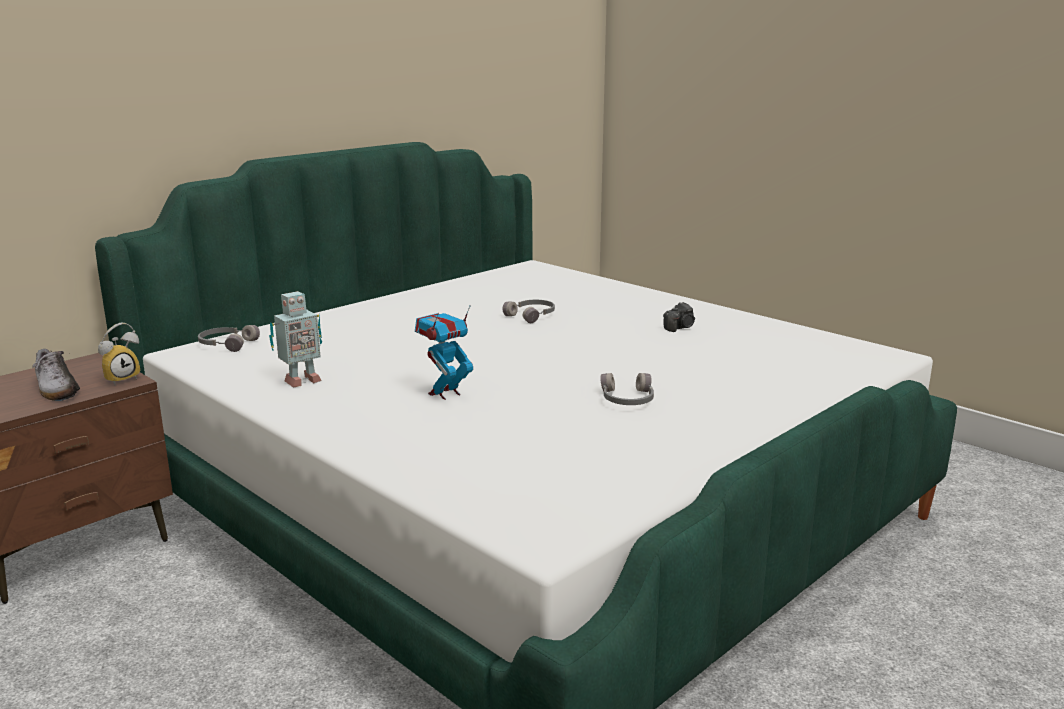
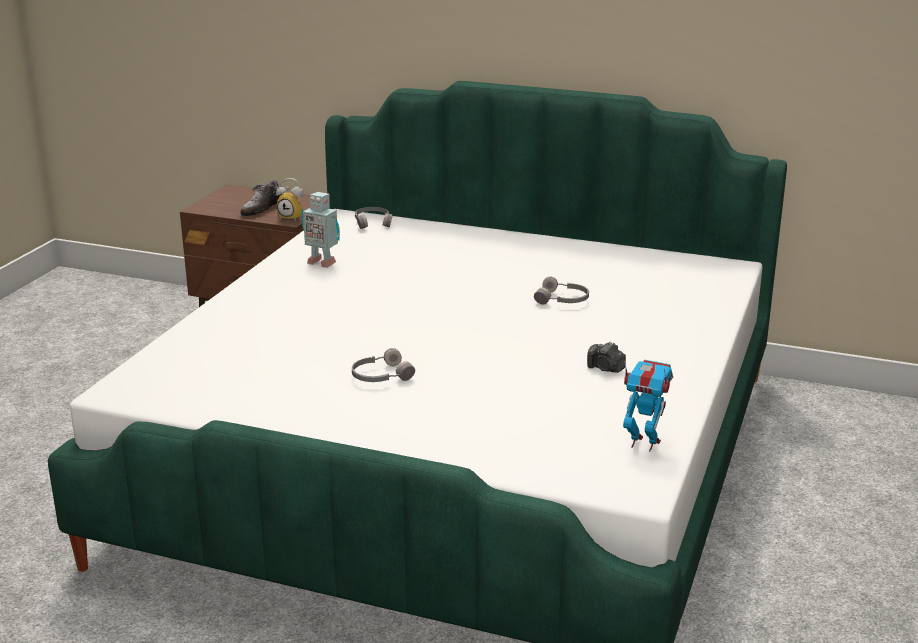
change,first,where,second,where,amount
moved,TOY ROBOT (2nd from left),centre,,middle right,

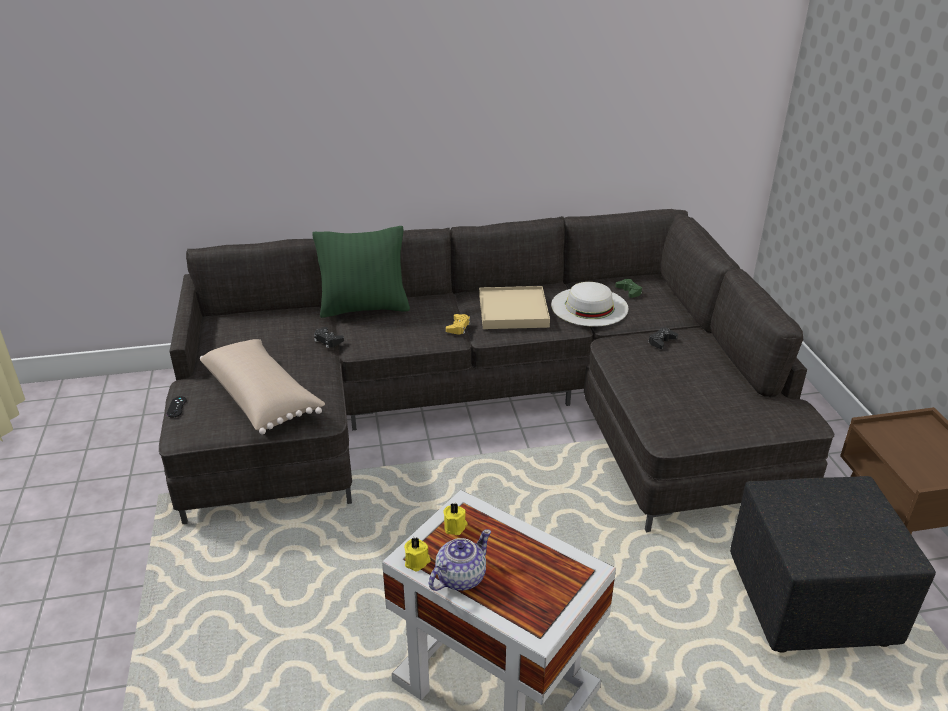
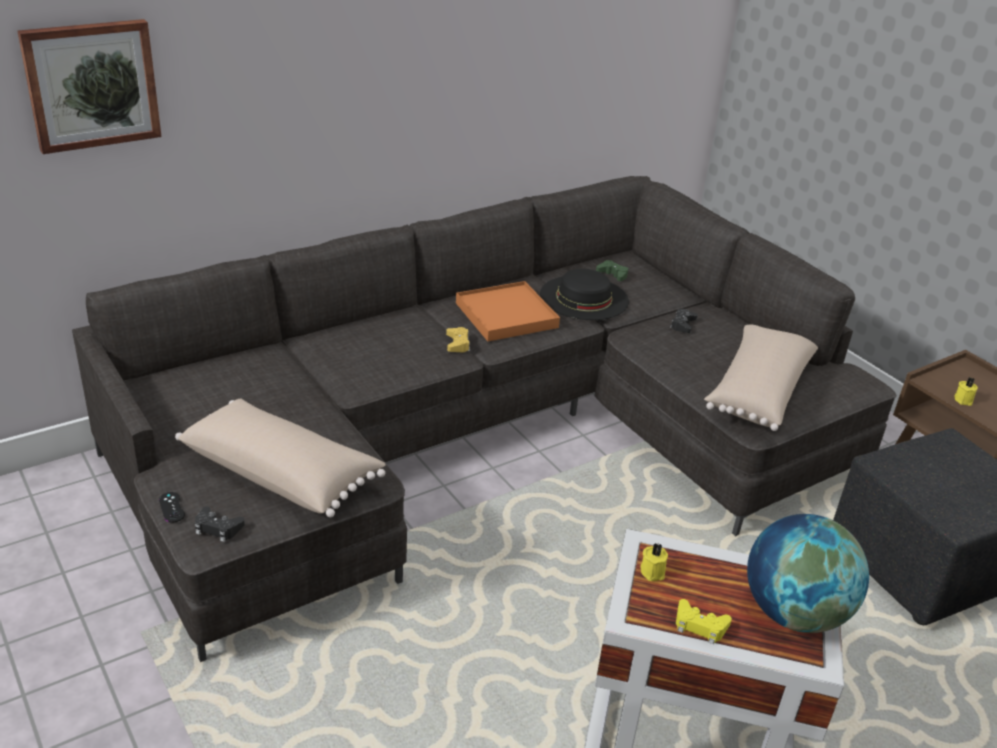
change,first,where,second,where,amount
removed,GREEN PILLOW,centre,,,
recoloured,WHITE HAT,centre,BLACK HAT,centre,
recoloured,BEIGE TRAY,centre,ORANGE TRAY,centre,
moved,BLACK GAME CONTROLLER (2nd from left),centre,,bottom left,
replaced,TEAPOT,bottom centre,YELLOW GAME CONTROLLER (2nd from left),bottom right,
moved,YELLOW CANDLE (1st from left in the first image),bottom centre,YELLOW CANDLE (2nd from left),middle right,
added,,,PICTURE,top left,
added,,,BEIGE PILLOW (2nd from left),middle right,
added,,,GLOBE,bottom right,

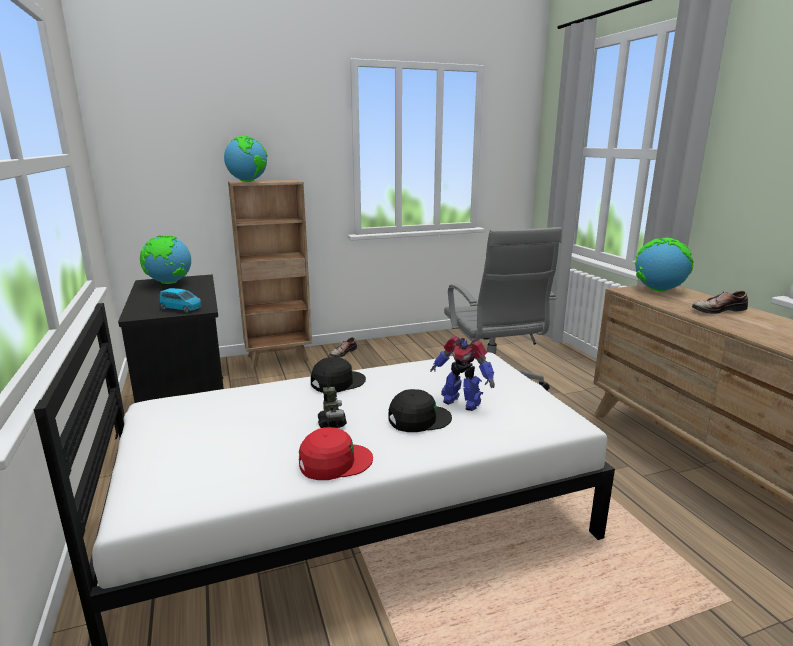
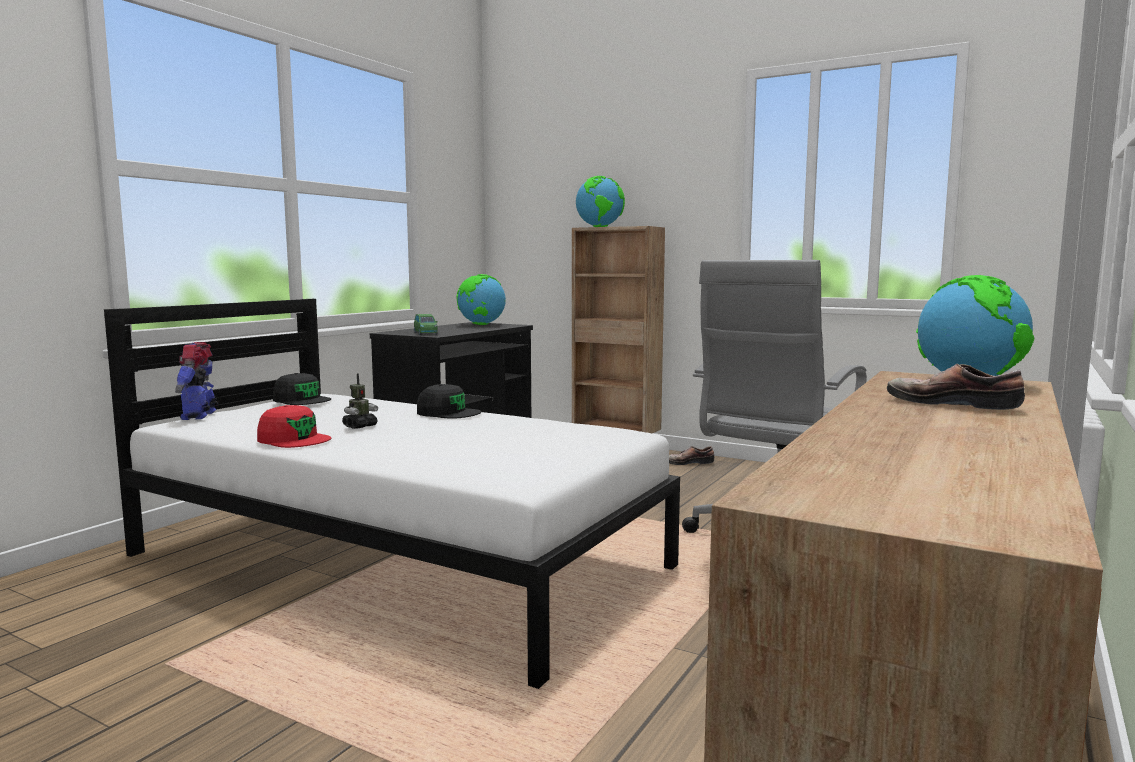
change,first,where,second,where,amount
recoloured,BLUE TOY CAR,middle left,GREEN TOY CAR,centre,
moved,TOY ROBOT (2nd from left in the first image),centre,TOY ROBOT (1st from left),middle left,
moved,BLACK CAP (2nd from left in the first image),centre,BLACK CAP (1st from left),middle left,

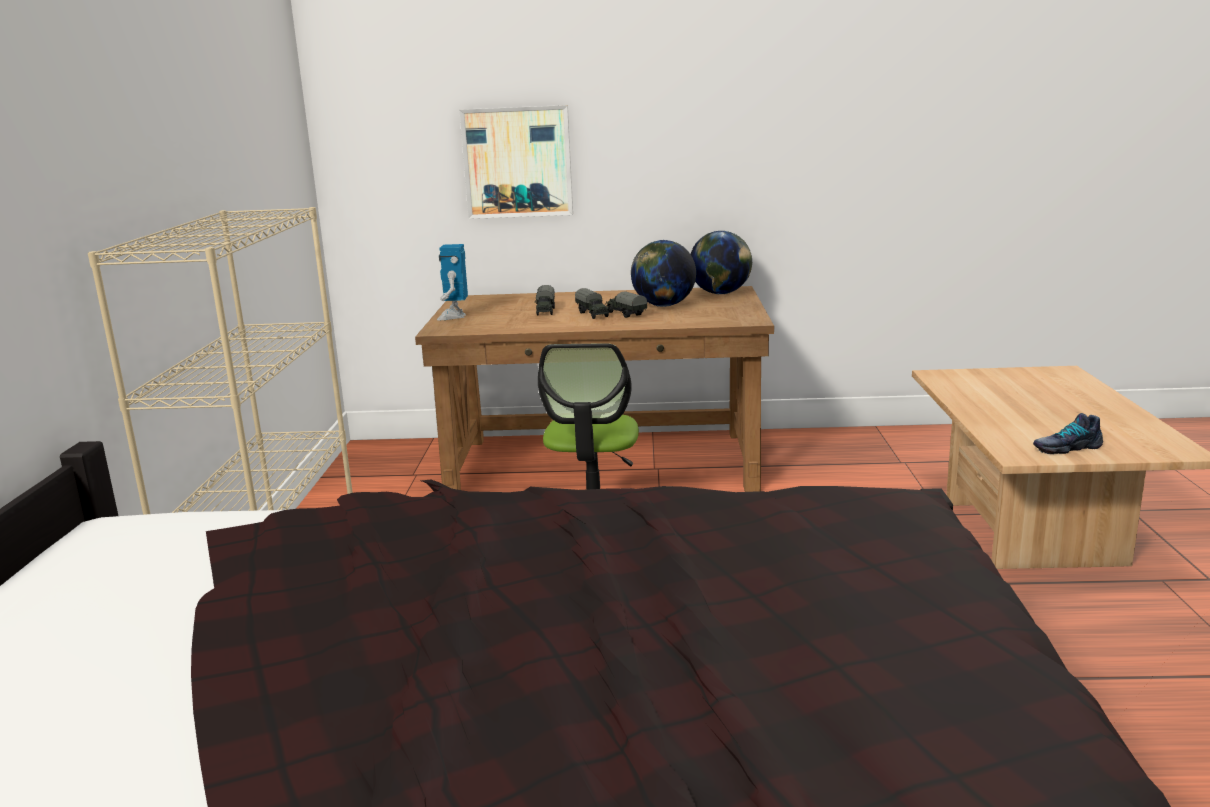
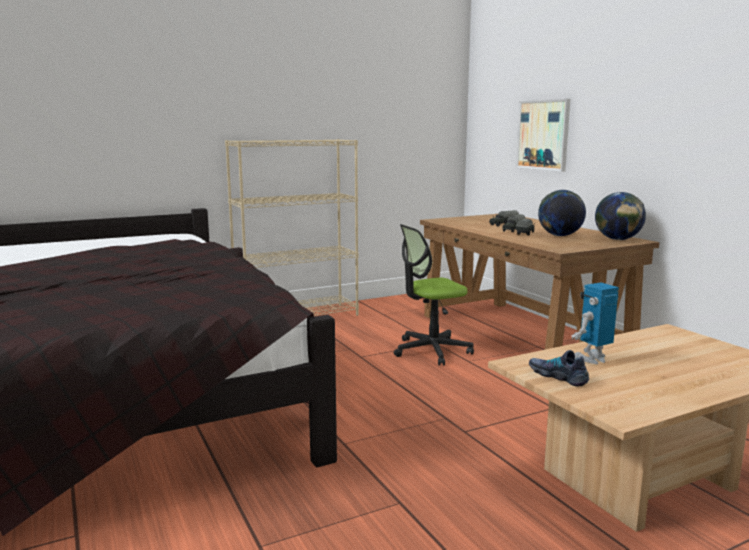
change,first,where,second,where,amount
moved,TOY ROBOT,centre,,middle right,

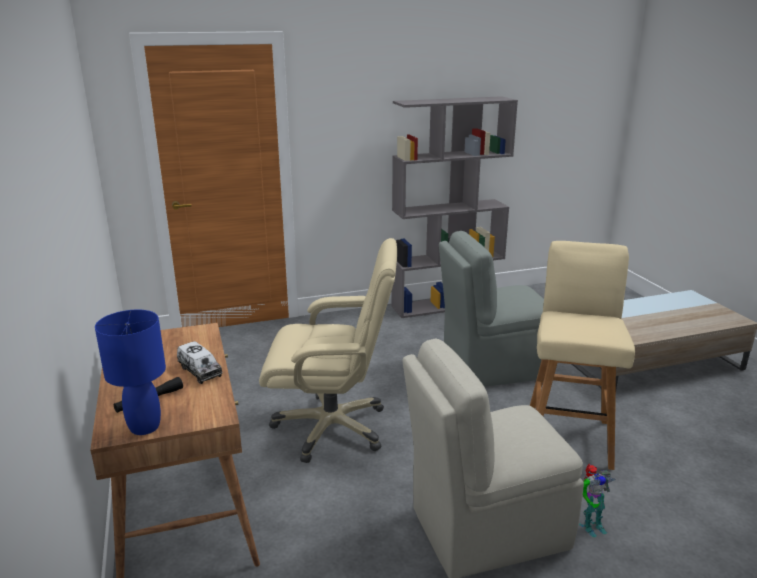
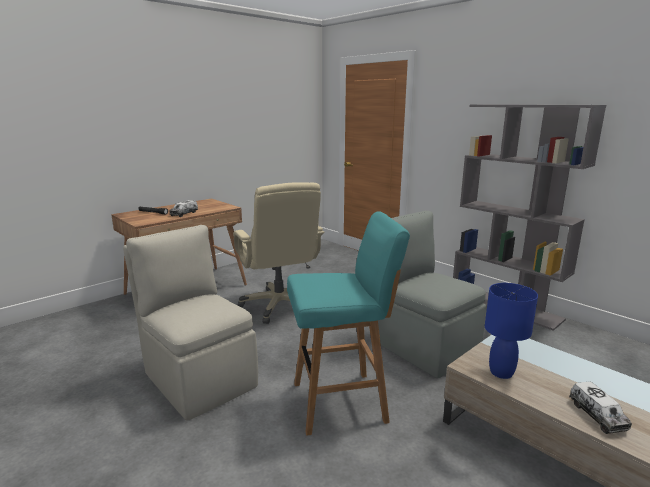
change,first,where,second,where,amount
recoloured,BEIGE STOOL,middle right,TURQUOISE STOOL,centre,
moved,BLUE TABLE LAMP,middle left,,bottom right,
removed,TOY ROBOT,bottom right,,,
added,,,TOY TRUCK (2nd from left),bottom right,

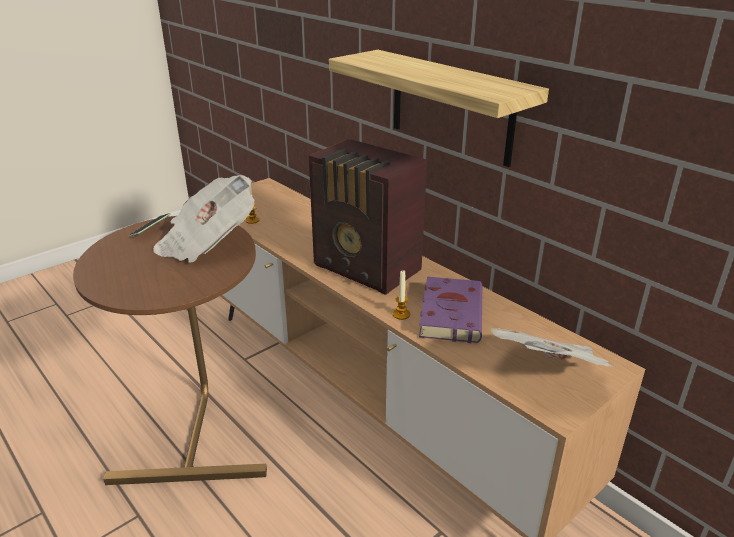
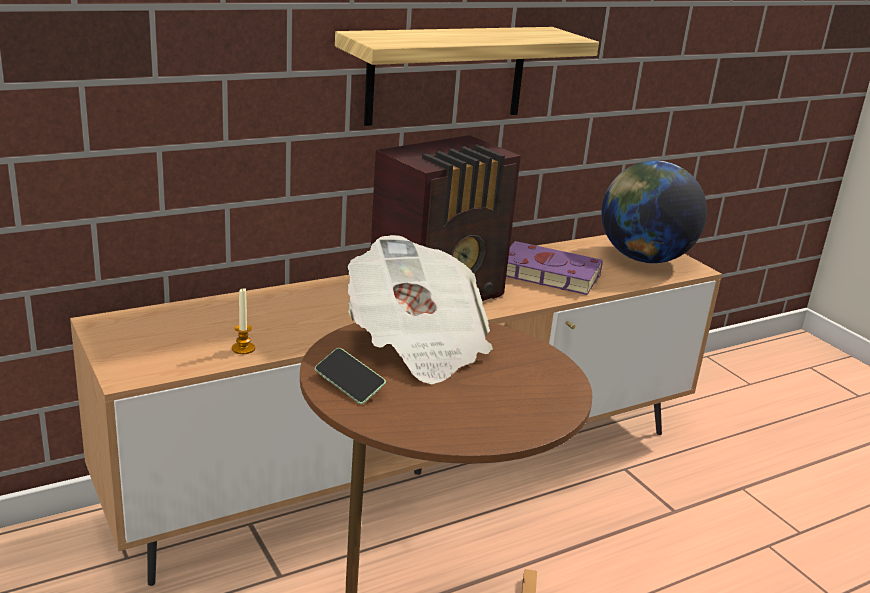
change,first,where,second,where,amount
removed,CANDLE (2nd from left),centre,,,
replaced,NEWSPAPER (2nd from left),middle right,GLOBE,middle right,

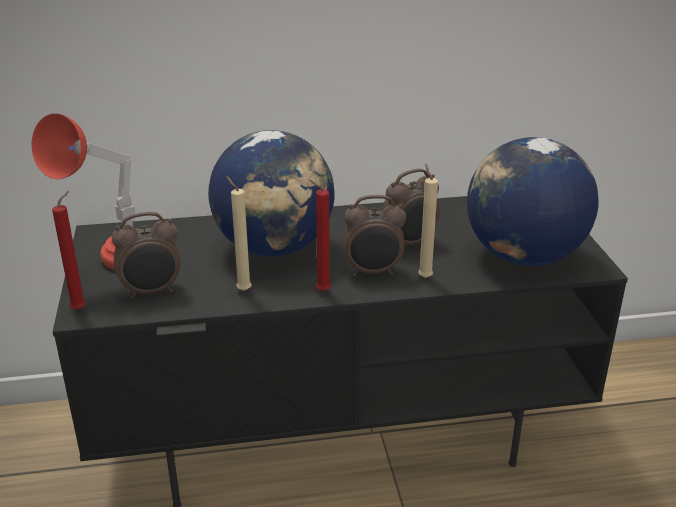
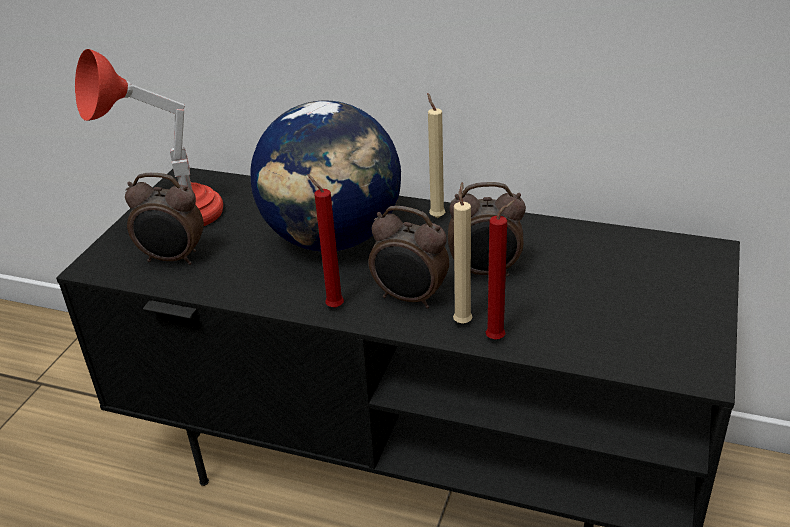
change,first,where,second,where,amount
removed,GLOBE (2nd from left),middle right,,,
moved,BEIGE CANDLE (1st from left),centre,,top centre,
moved,RED CANDLE (1st from left in the first image),middle left,RED CANDLE (2nd from left),centre,

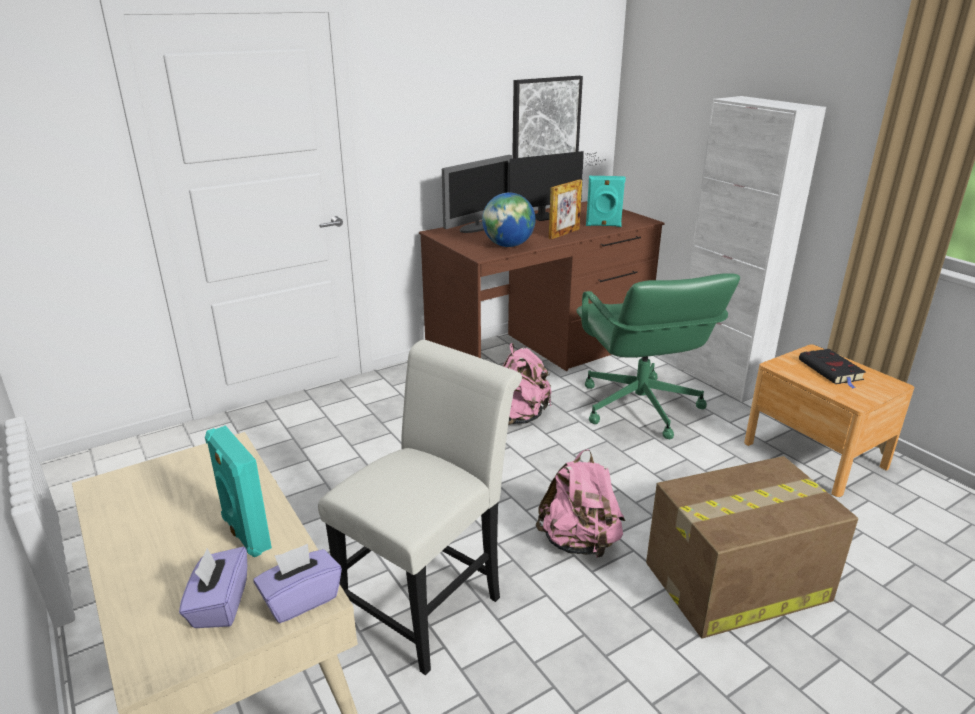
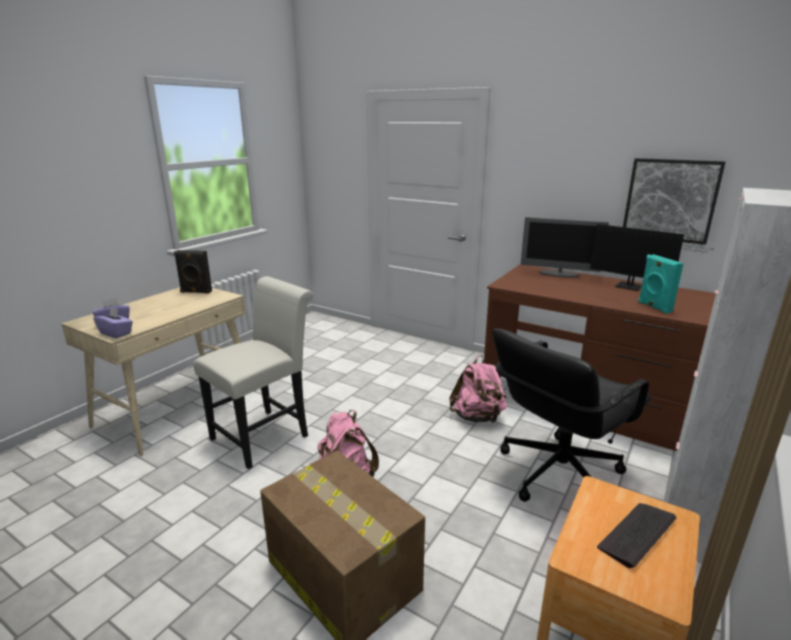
change,first,where,second,where,amount
removed,PICTURE FRAME,top centre,,,
removed,GLOBE,top centre,,,
recoloured,GREEN OFFICE CHAIR,middle right,BLACK OFFICE CHAIR,middle right,
turned,WHITE CHAIR,bottom centre,,middle left,60 degrees counterclockwise
replaced,BLACK BOOK,middle right,KEYBOARD,bottom right,
removed,TURQUOISE SPEAKER (1st from left),bottom left,,,
added,,,BLACK SPEAKER,middle left,

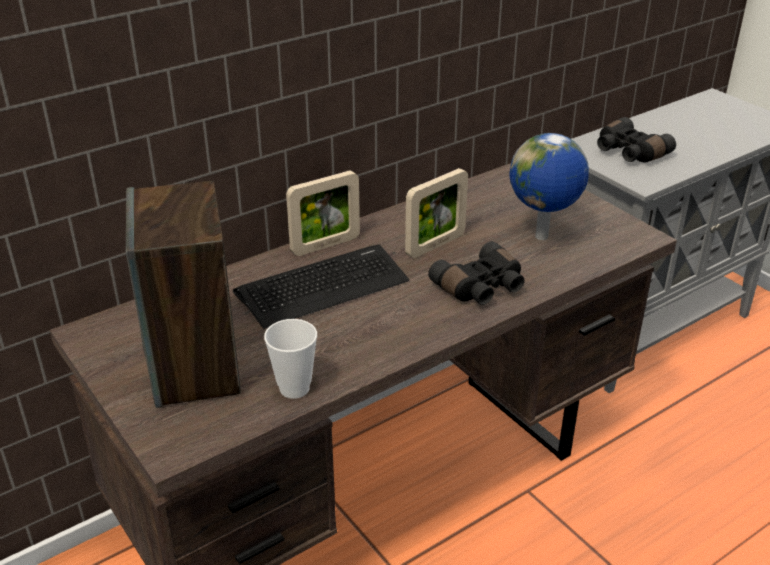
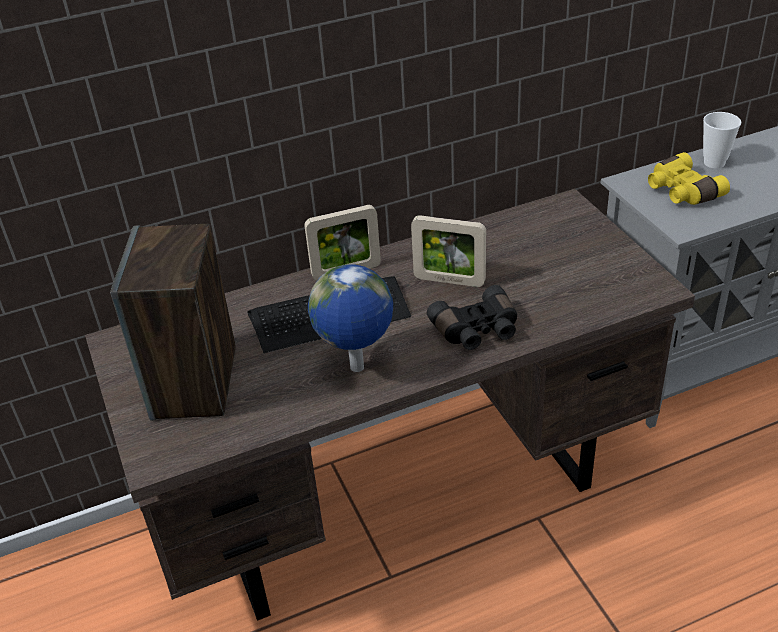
change,first,where,second,where,amount
recoloured,BLACK BINOCULARS (2nd from left),top right,YELLOW BINOCULARS,top right,
moved,GLOBE,top right,,centre,
turned,PICTURE FRAME (2nd from left),centre,,centre,45 degrees clockwise
moved,CUP,centre,,top right,

